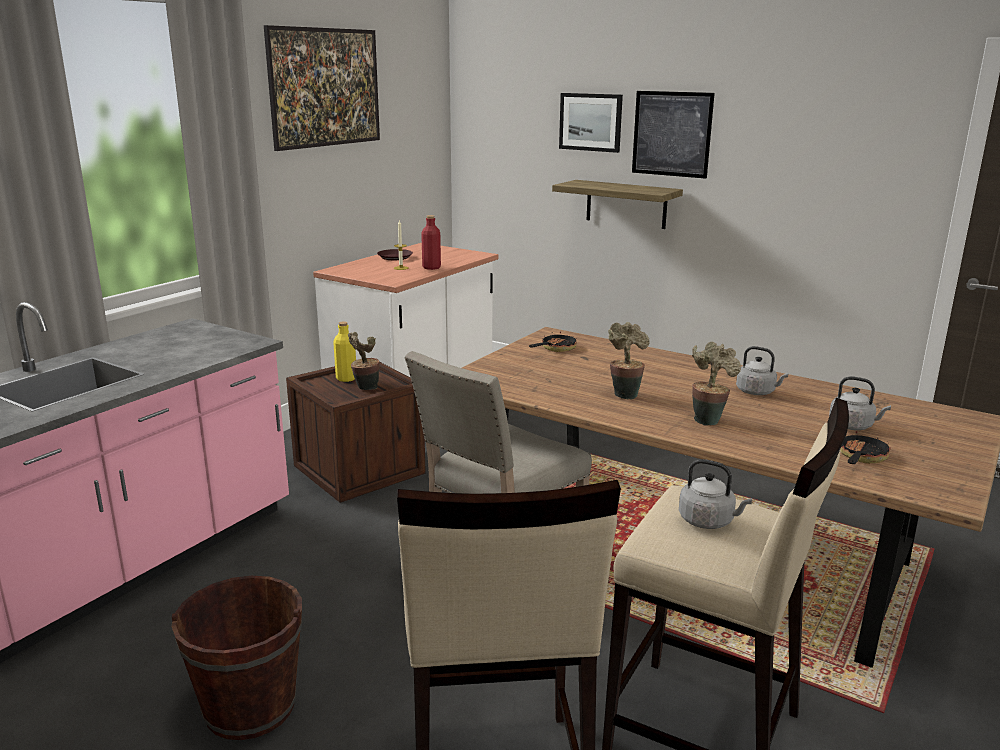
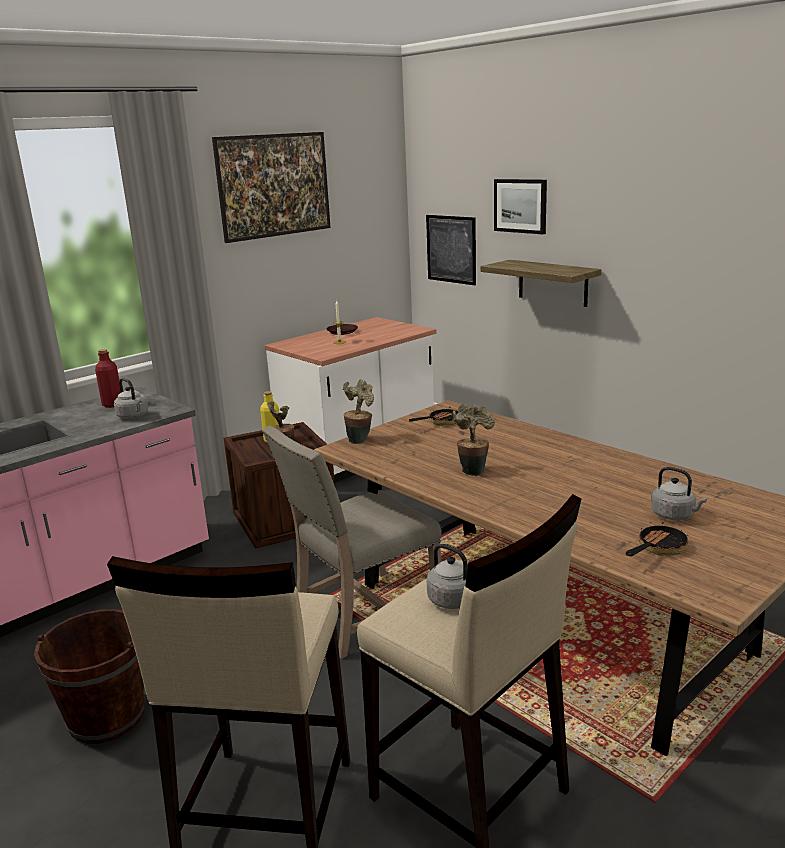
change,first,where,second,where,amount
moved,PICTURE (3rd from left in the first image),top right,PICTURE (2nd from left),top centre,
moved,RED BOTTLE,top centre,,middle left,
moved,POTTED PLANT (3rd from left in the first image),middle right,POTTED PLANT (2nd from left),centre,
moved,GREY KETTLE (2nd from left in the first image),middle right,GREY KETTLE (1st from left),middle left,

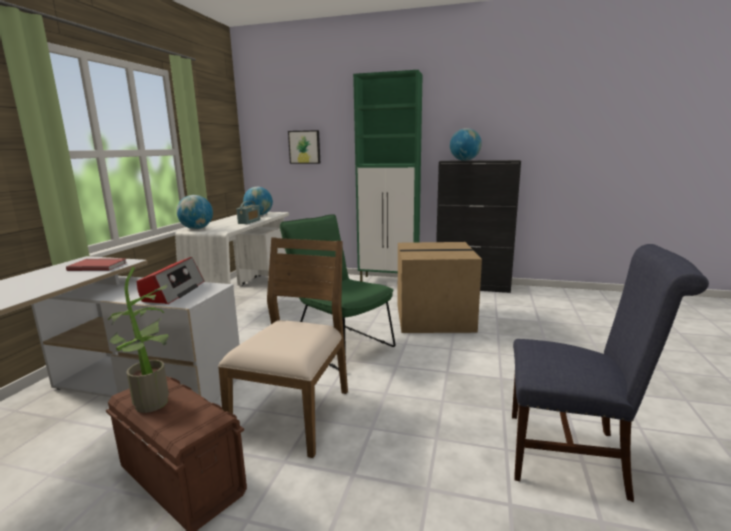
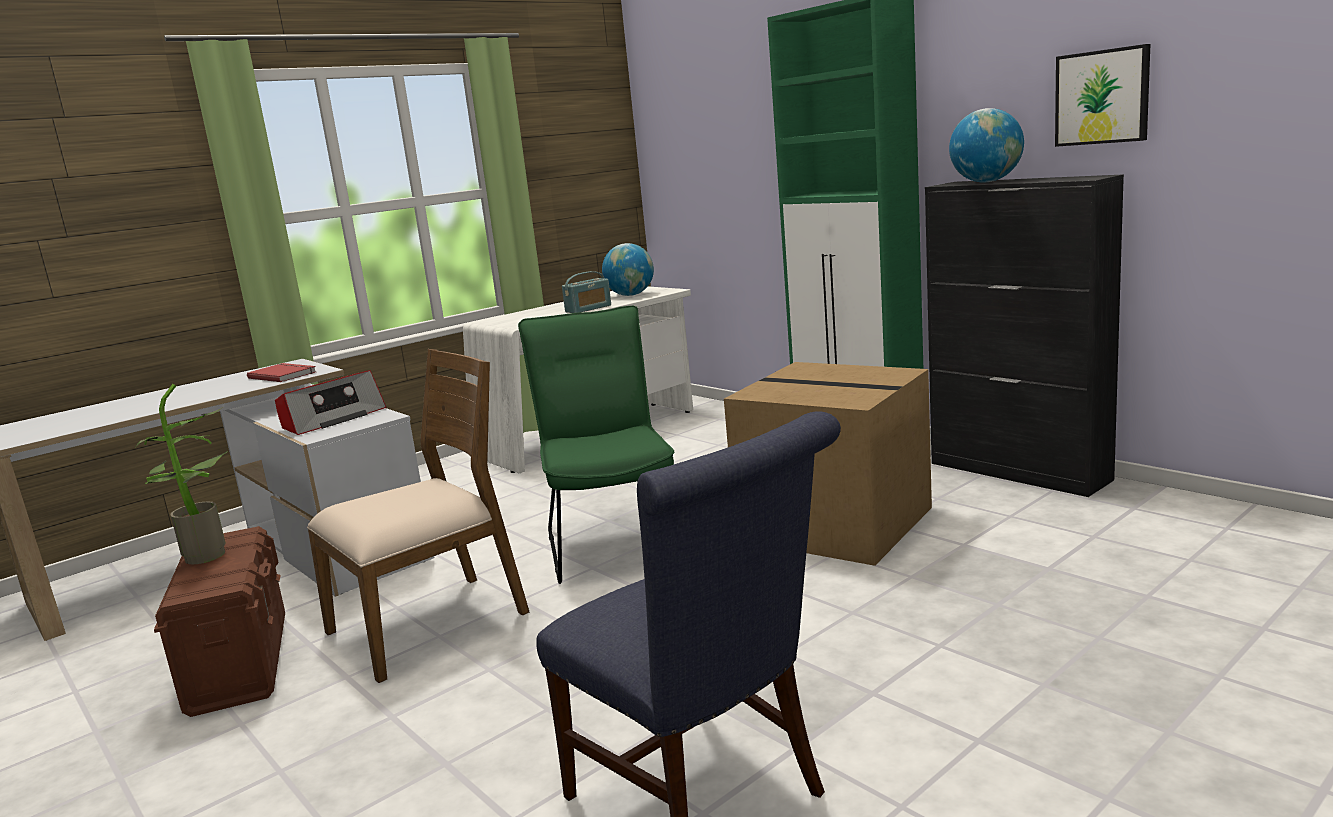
change,first,where,second,where,amount
moved,PICTURE,top centre,,top right,
removed,GLOBE (1st from left),middle left,,,

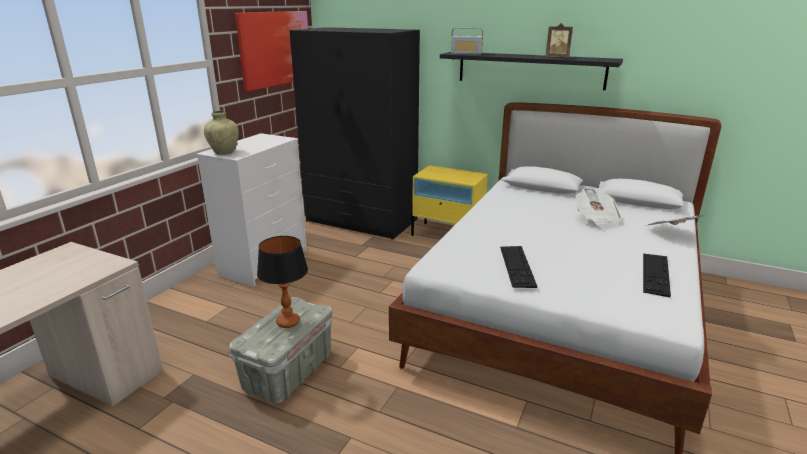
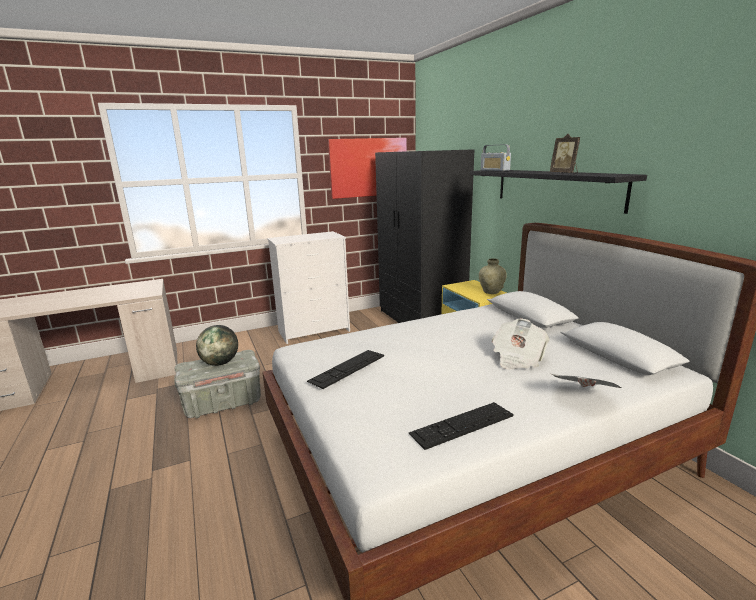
change,first,where,second,where,amount
moved,BEIGE VASE,top left,,centre,
replaced,TABLE LAMP,centre,GLOBE,middle left,

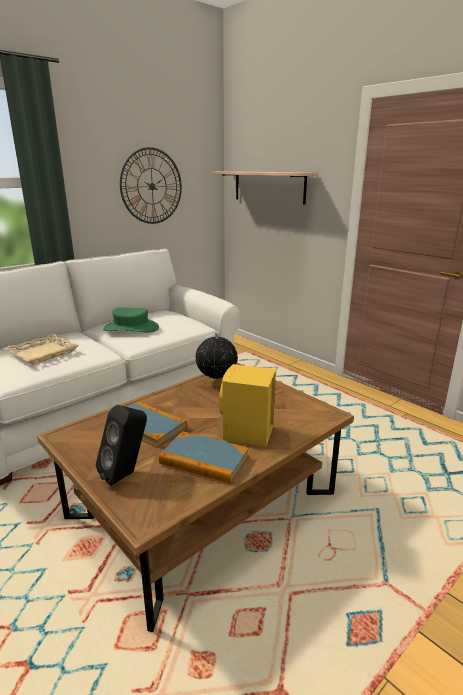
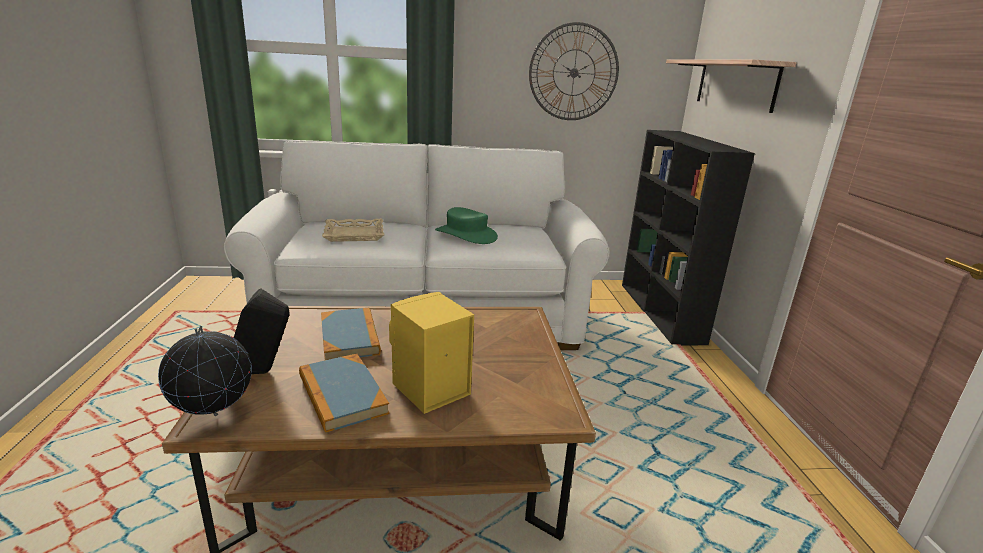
change,first,where,second,where,amount
moved,GLOBE,centre,,bottom left,
added,,,BLACK BOOKCASE,middle right,

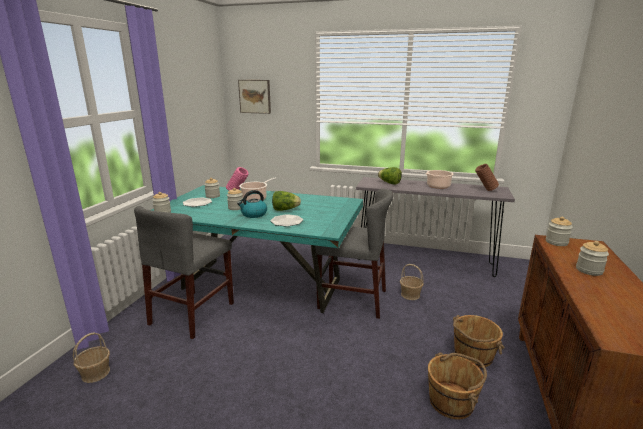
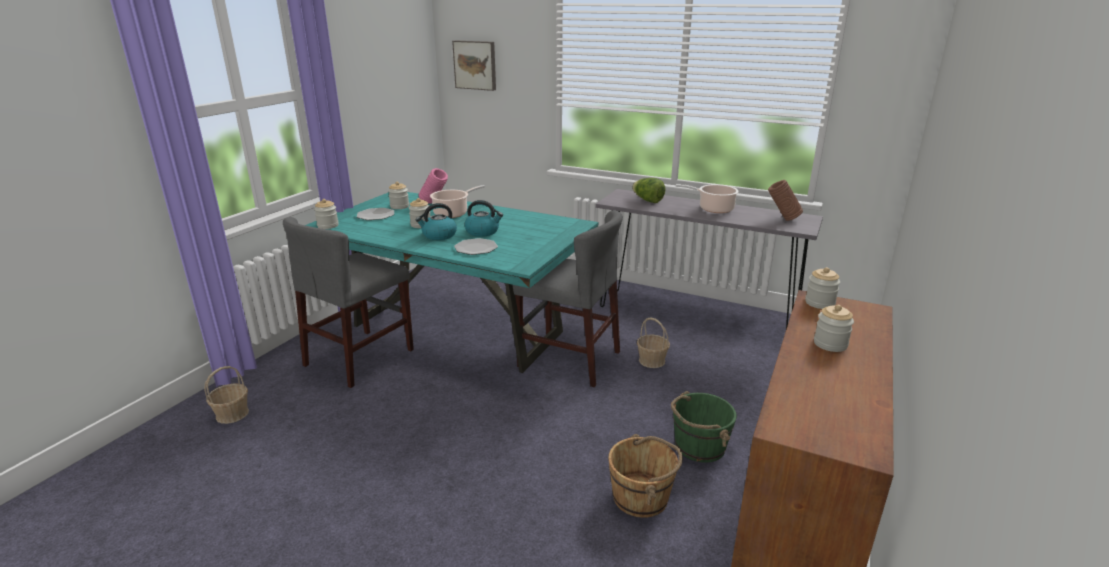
change,first,where,second,where,amount
replaced,LETTUCE (1st from left),centre,KETTLE (2nd from left),centre,
recoloured,BROWN BUCKET (2nd from left),bottom right,GREEN BUCKET,bottom centre,

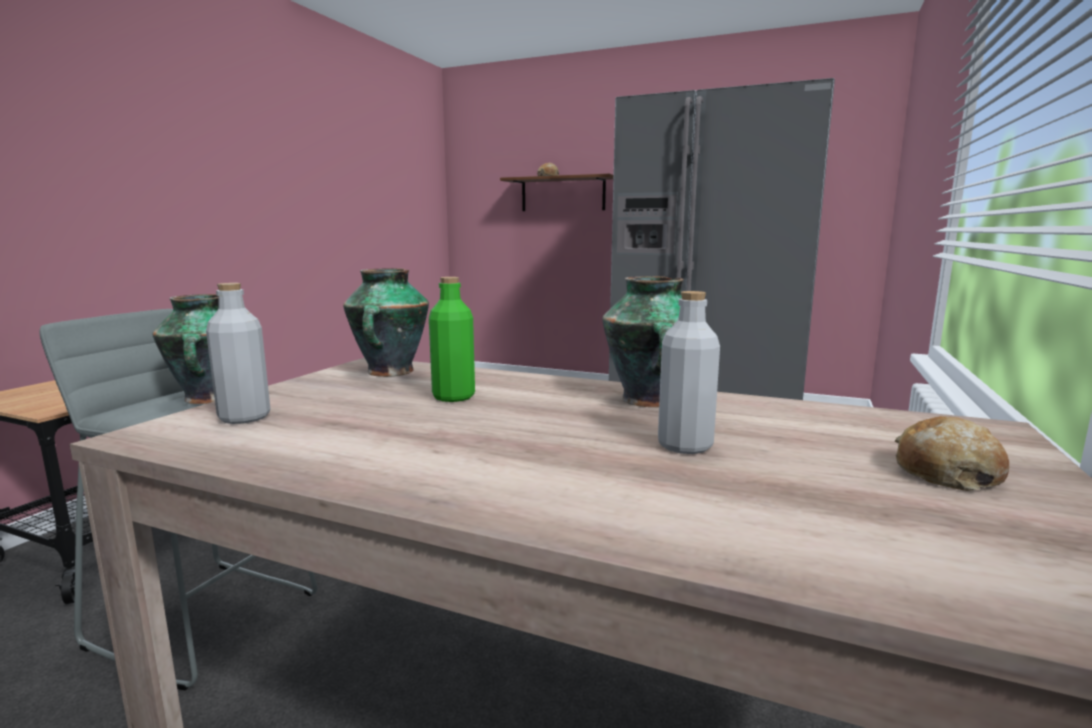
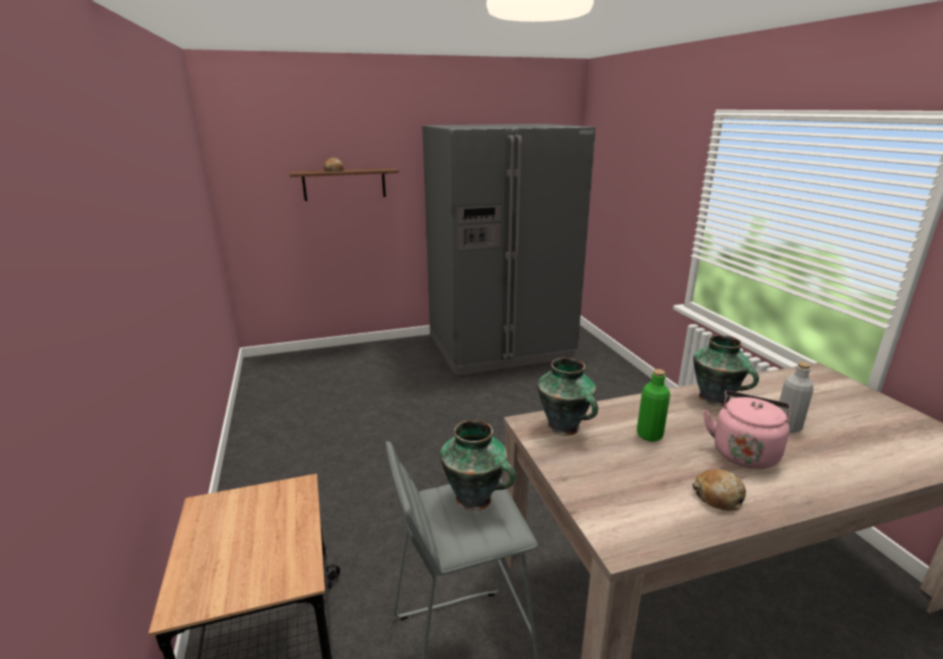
change,first,where,second,where,amount
removed,GREY BOTTLE (1st from left),middle left,,,
moved,BREAD (2nd from left),middle right,,bottom right,
added,,,PINK KETTLE,middle right,

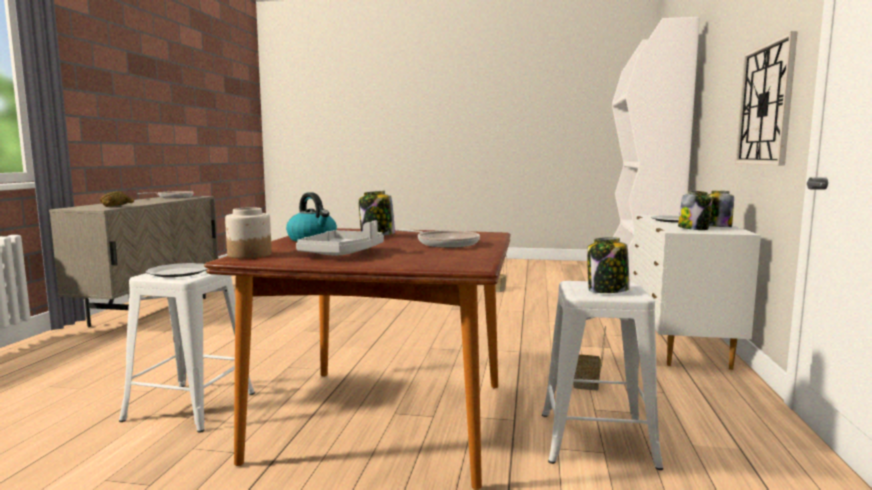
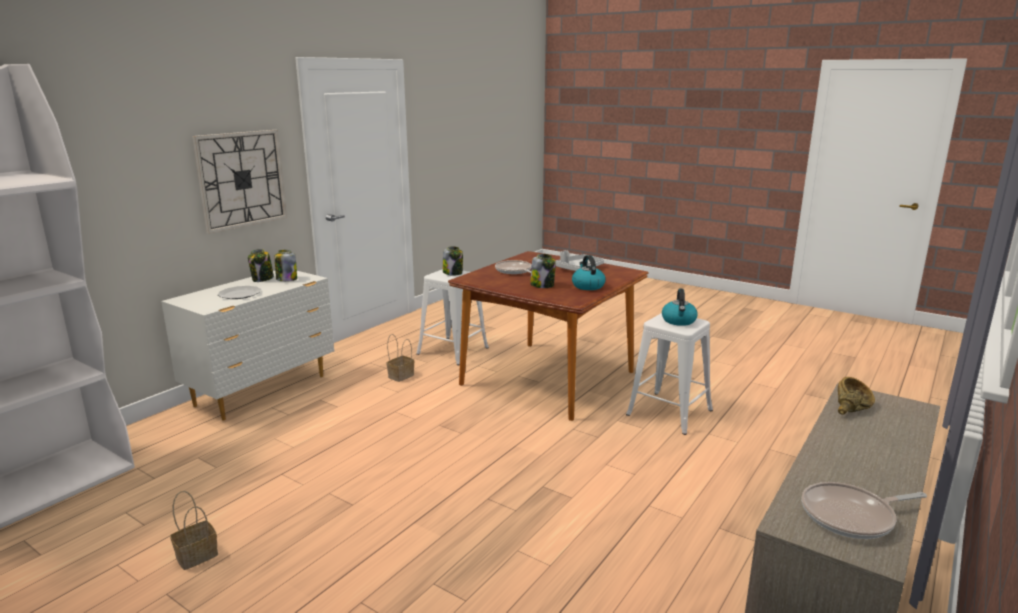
change,first,where,second,where,amount
removed,JAR (1st from left),middle left,,,
replaced,PLATE (1st from left),middle left,KETTLE (2nd from left),middle right,

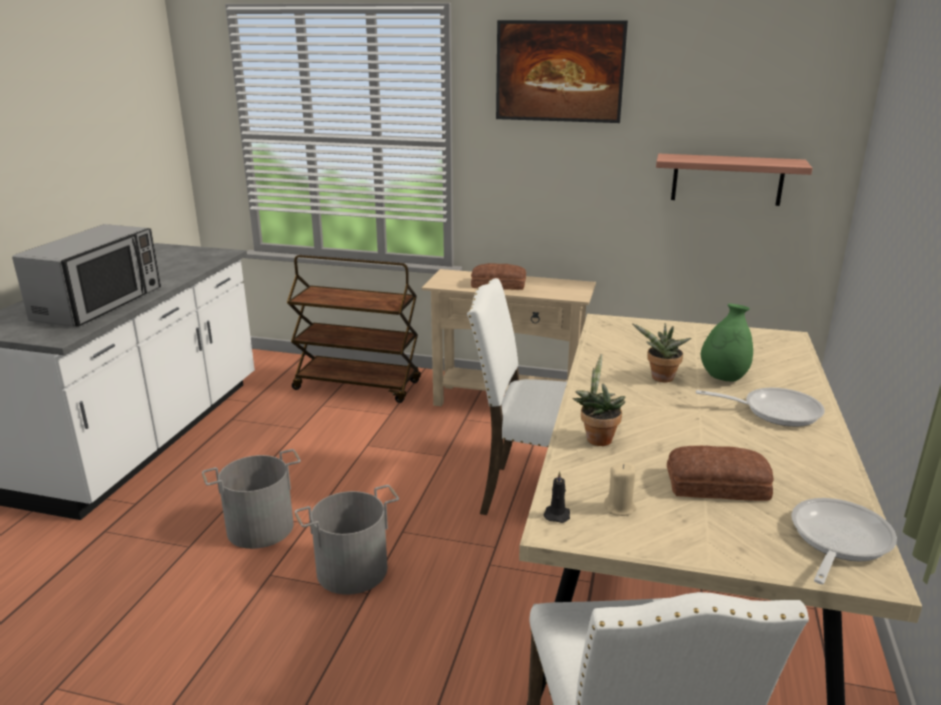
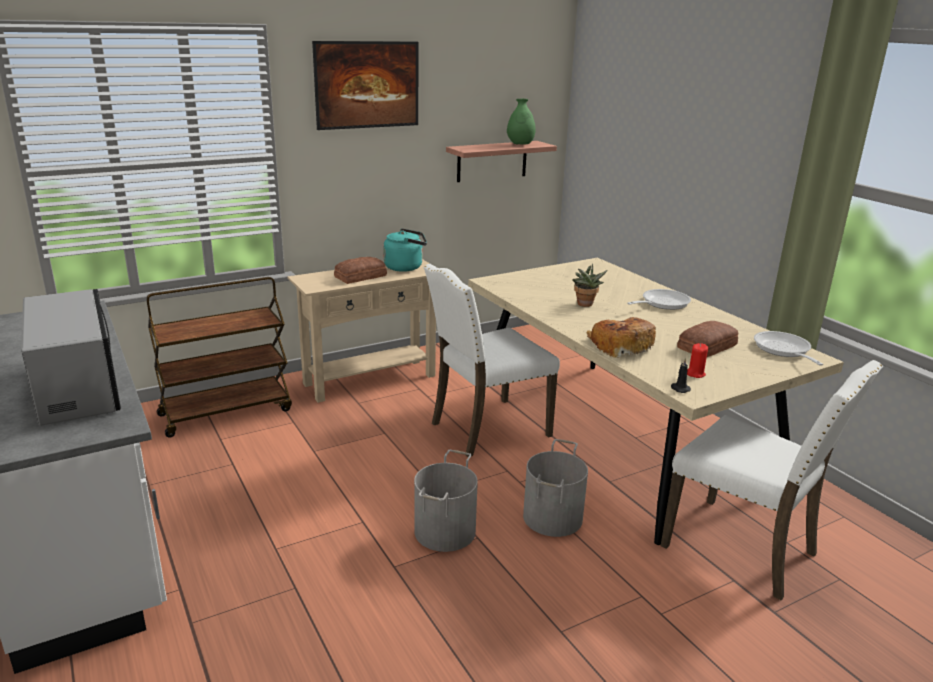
change,first,where,second,where,amount
moved,GREEN VASE,middle right,,top centre,
replaced,POTTED PLANT (1st from left),centre,BREAD (2nd from left),centre,
moved,GREY BUCKET (1st from left in the first image),bottom left,GREY BUCKET (2nd from left),bottom centre,
recoloured,BEIGE CANDLE,bottom centre,RED CANDLE,middle right,
added,,,TURQUOISE KETTLE,centre,

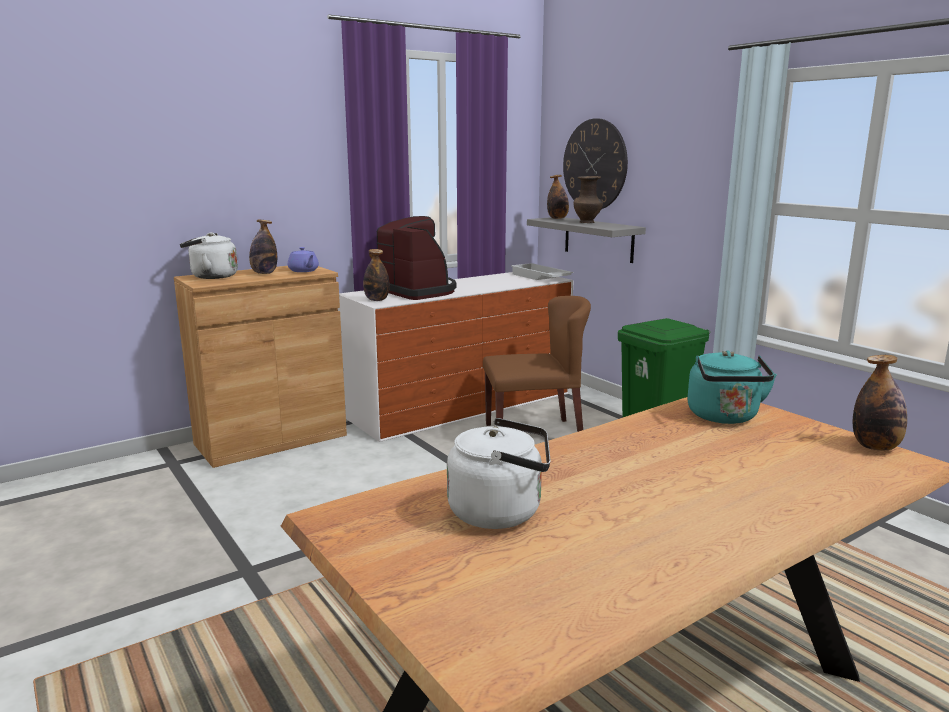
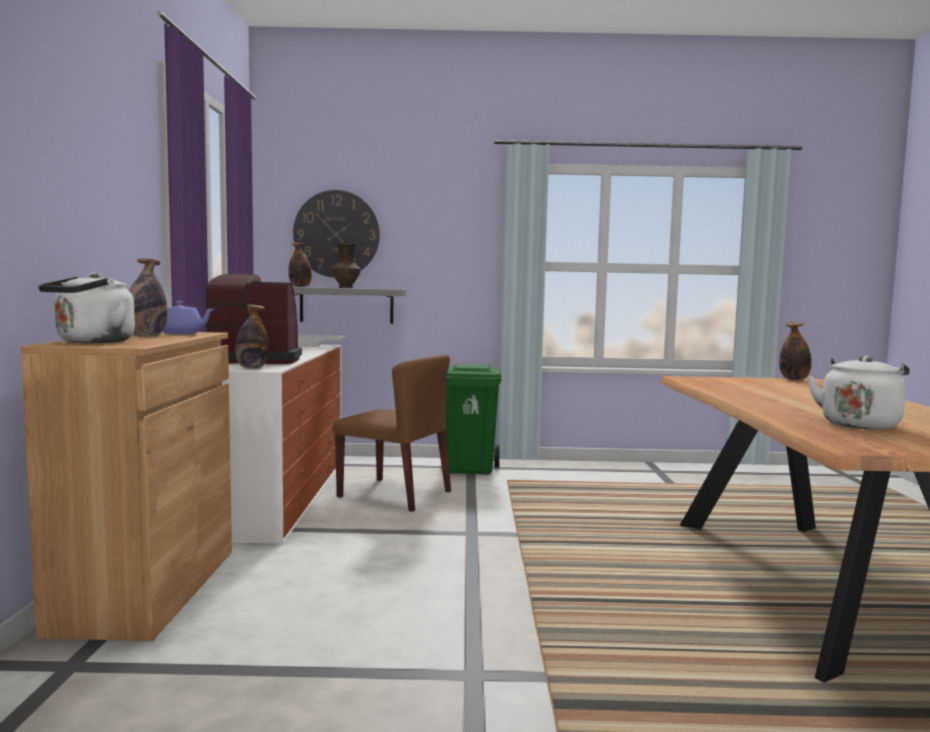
change,first,where,second,where,amount
turned,BROWN CHAIR,centre,,centre,90 degrees clockwise
removed,TURQUOISE KETTLE,middle right,,,

